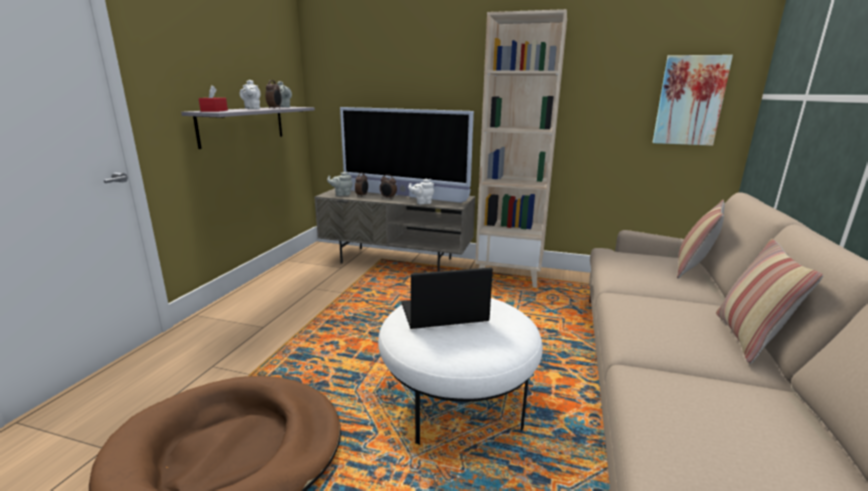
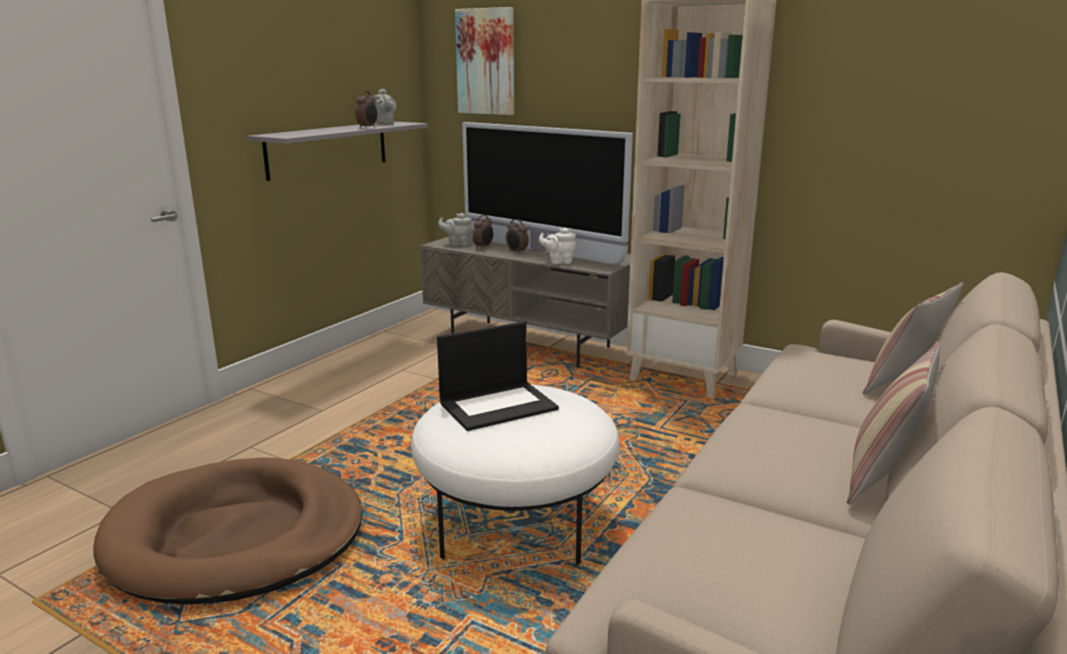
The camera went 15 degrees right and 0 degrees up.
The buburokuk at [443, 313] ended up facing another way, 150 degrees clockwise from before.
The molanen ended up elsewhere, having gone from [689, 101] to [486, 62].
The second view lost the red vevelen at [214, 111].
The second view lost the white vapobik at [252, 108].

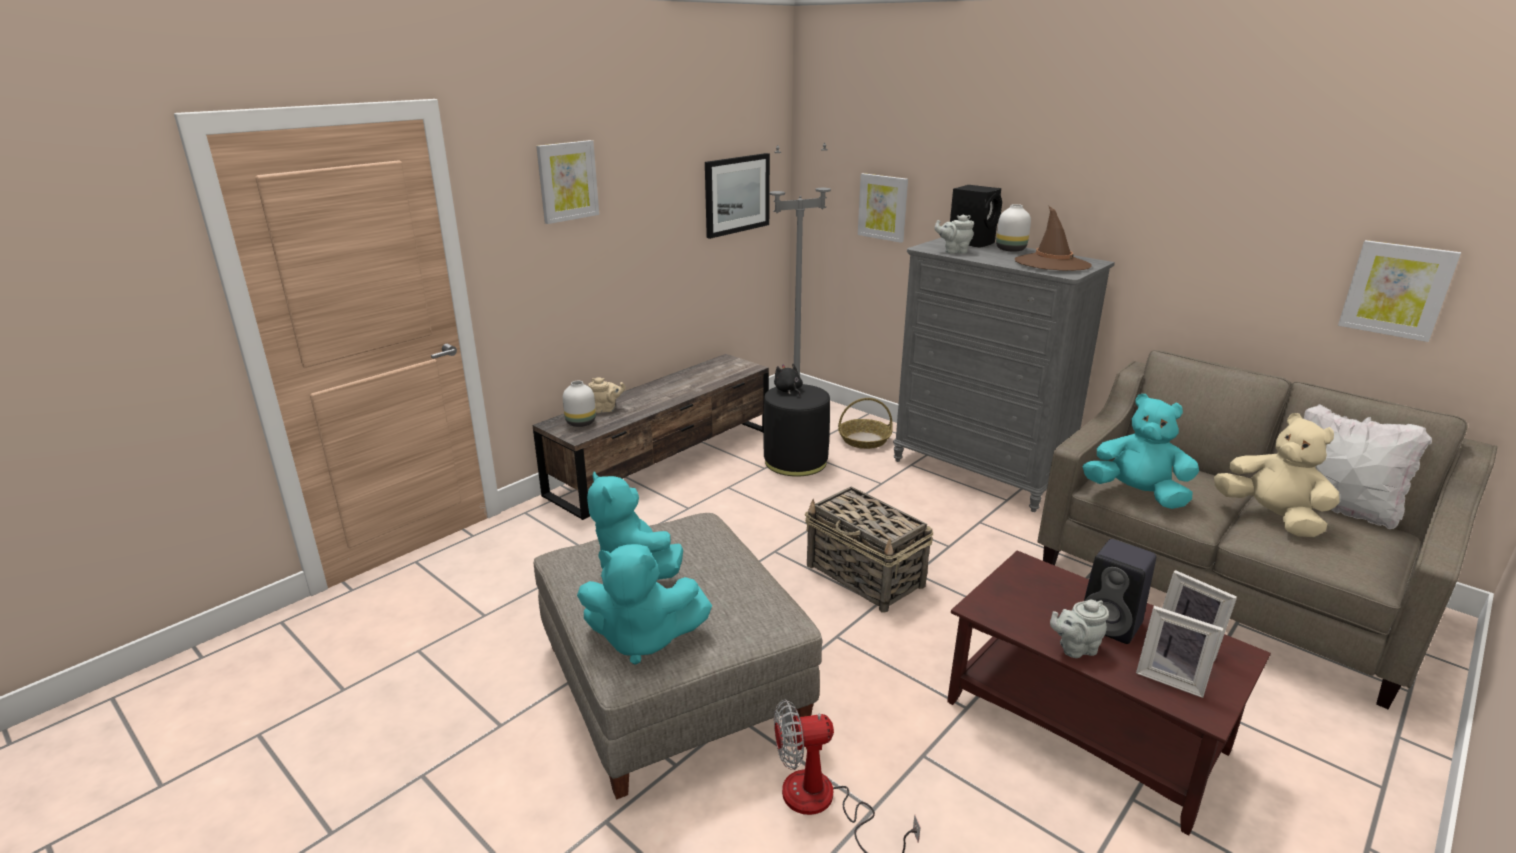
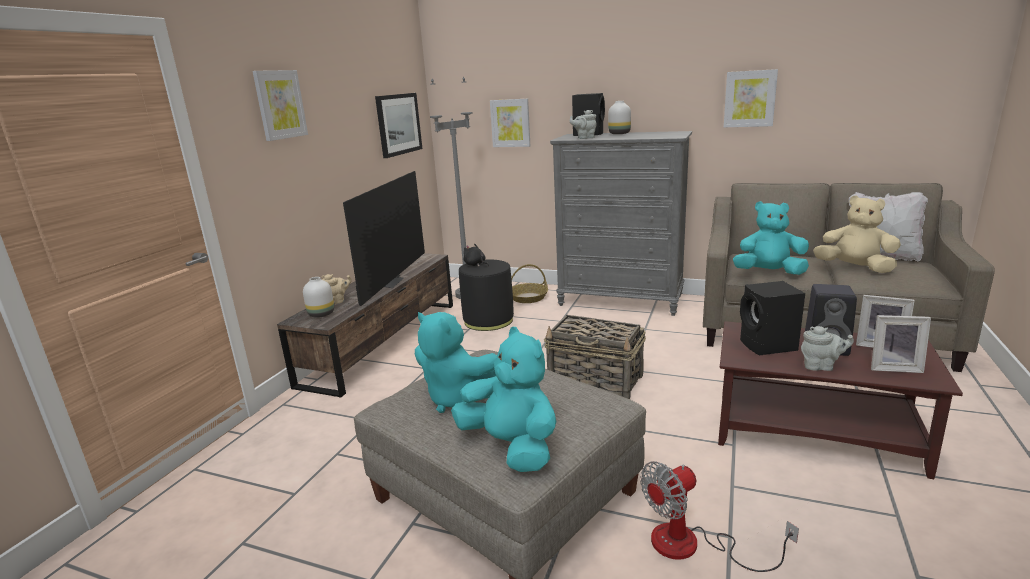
The camera went 20 degrees left and 5 degrees down.
The second view gained the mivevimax at [389, 282].
The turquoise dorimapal at [642, 639] ended up facing another way, 120 degrees counterclockwise from before.
The molanen ended up elsewhere, having gone from [1397, 290] to [749, 99].
The second view gained the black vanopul at [768, 346].
The grey vapobik at [1075, 648] ended up facing another way, 135 degrees counterclockwise from before.
The second view lost the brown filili at [1052, 264].

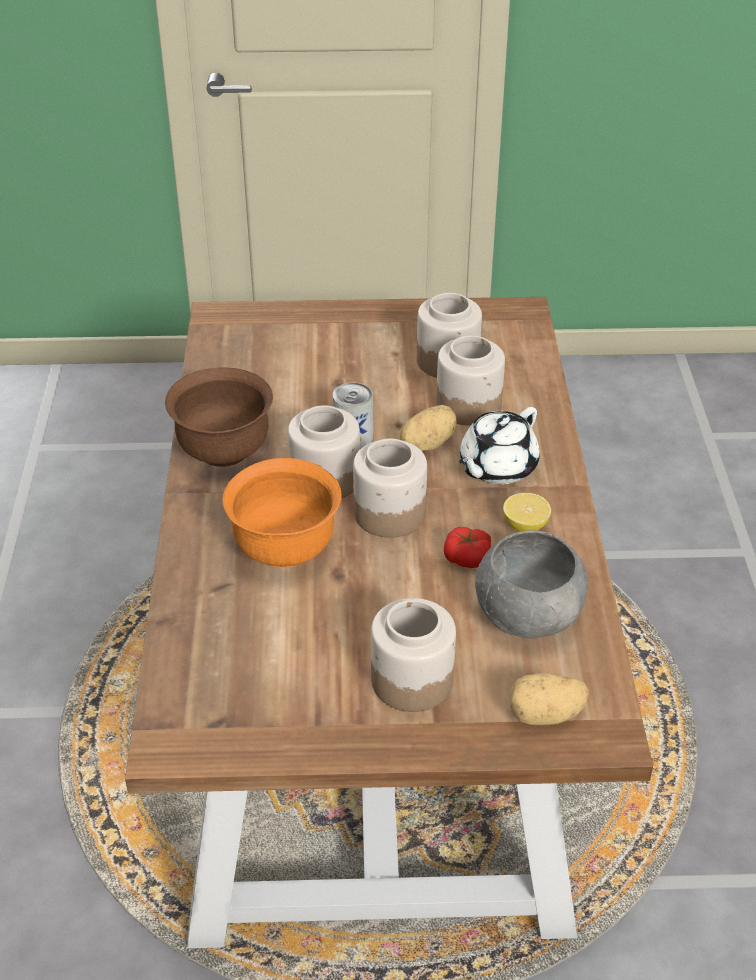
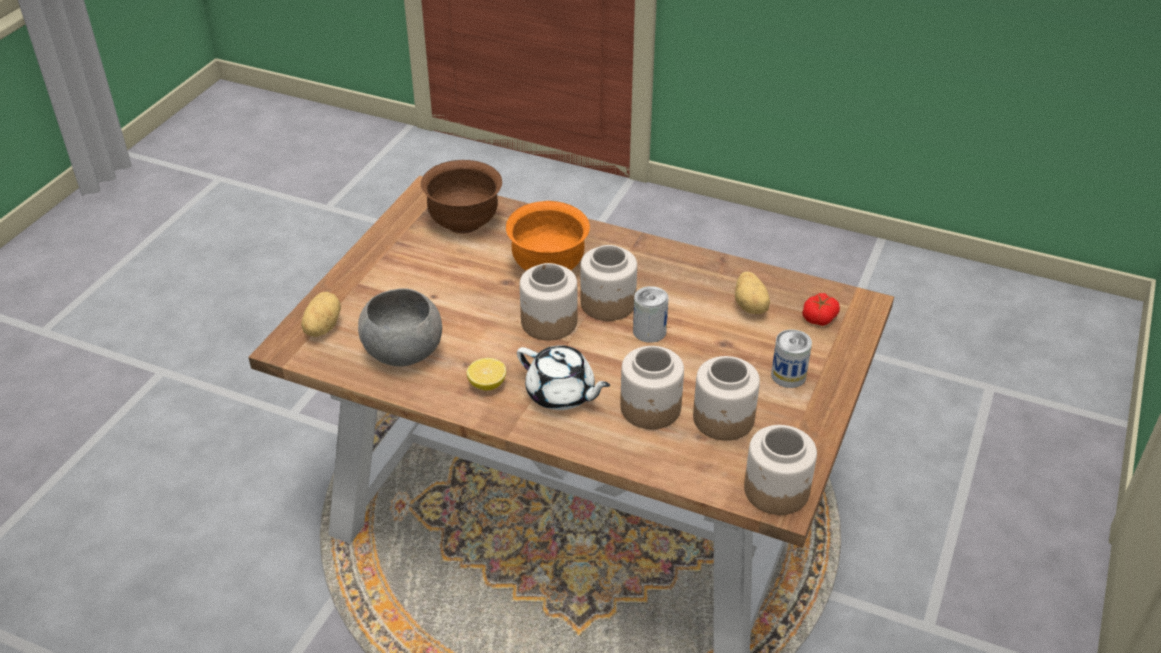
The camera went 115 degrees right and 0 degrees up.
The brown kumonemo ended up elsewhere, having gone from [224, 450] to [464, 223].
The white vapobik at [496, 467] ended up facing another way, 150 degrees clockwise from before.
The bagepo ended up elsewhere, having gone from [426, 443] to [751, 306].
The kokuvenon ended up elsewhere, having gone from [411, 679] to [777, 490].
The second view gained the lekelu at [788, 375].
The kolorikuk ended up elsewhere, having gone from [467, 558] to [819, 317].

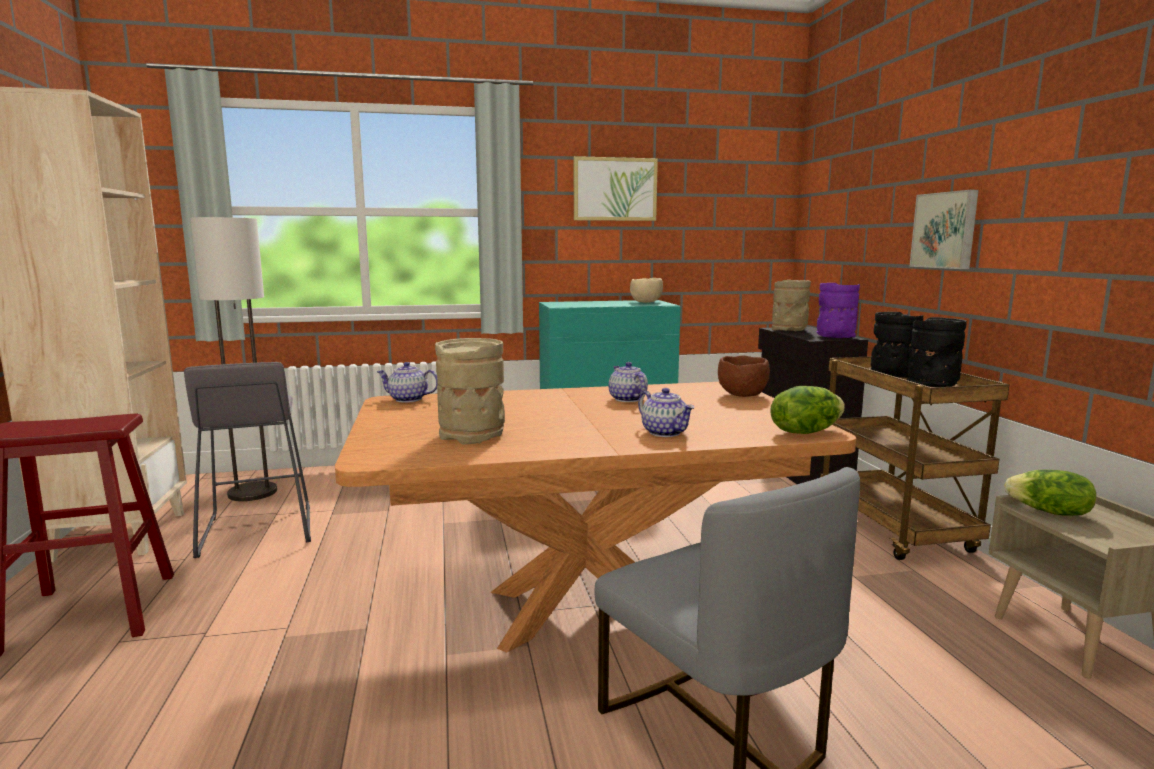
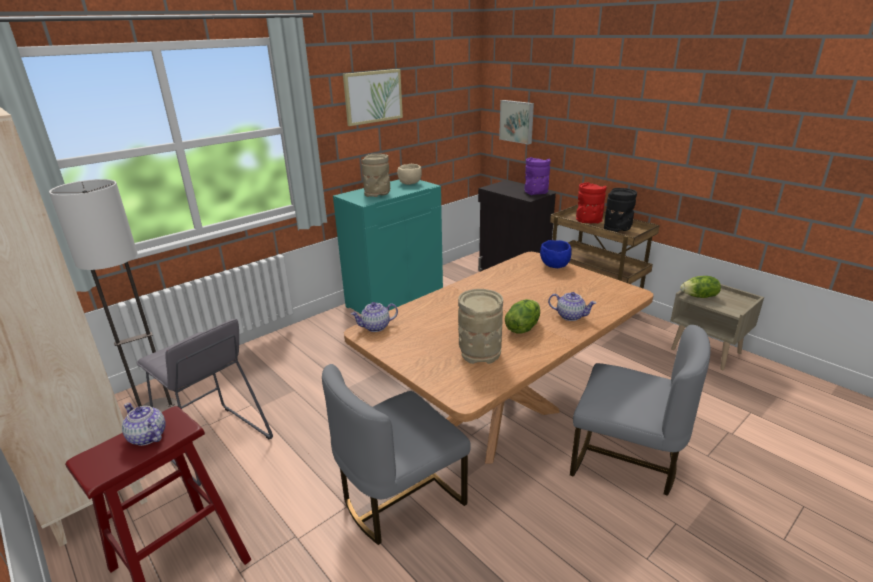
The camera went 30 degrees left and 15 degrees up.
The vapobik ended up elsewhere, having gone from [627, 399] to [147, 437].
The second view gained the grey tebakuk at [400, 497].
The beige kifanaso ended up elsewhere, having gone from [789, 330] to [377, 194].
The molanen ended up elsewhere, having gone from [945, 230] to [517, 121].
The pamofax ended up elsewhere, having gone from [805, 431] to [522, 327].
What was the brown kumonemo at [741, 394] turned into the blue kumonemo at [554, 265].
What was the black kifanaso at [892, 375] turned into the red kifanaso at [588, 221].

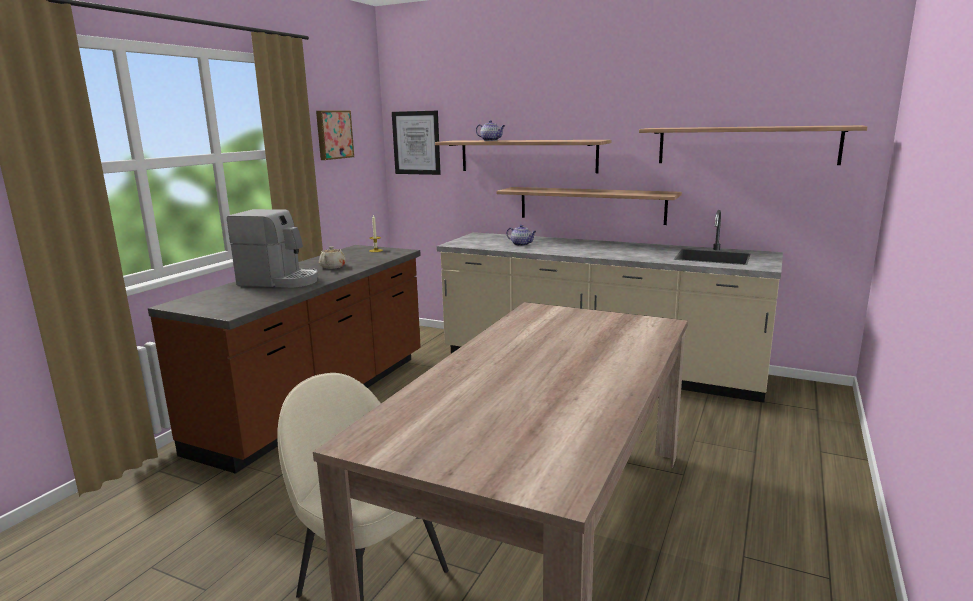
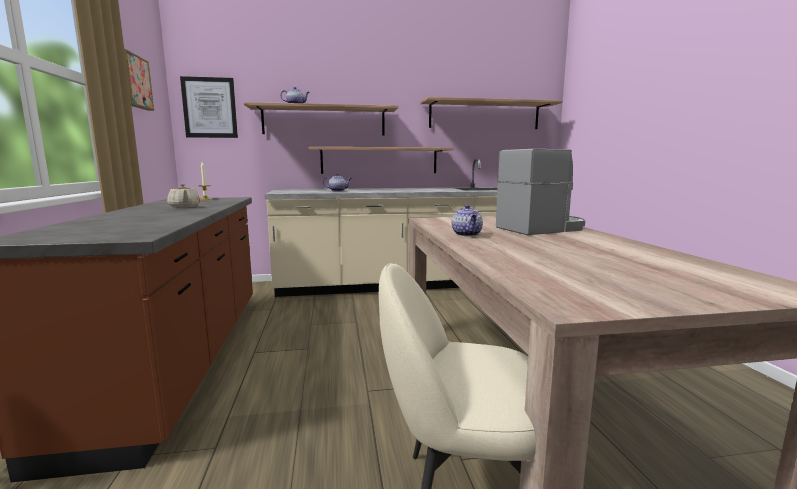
The camera went 35 degrees left and 5 degrees down.
The second view gained the vapobik at [467, 234].
The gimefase ended up elsewhere, having gone from [280, 281] to [541, 228].

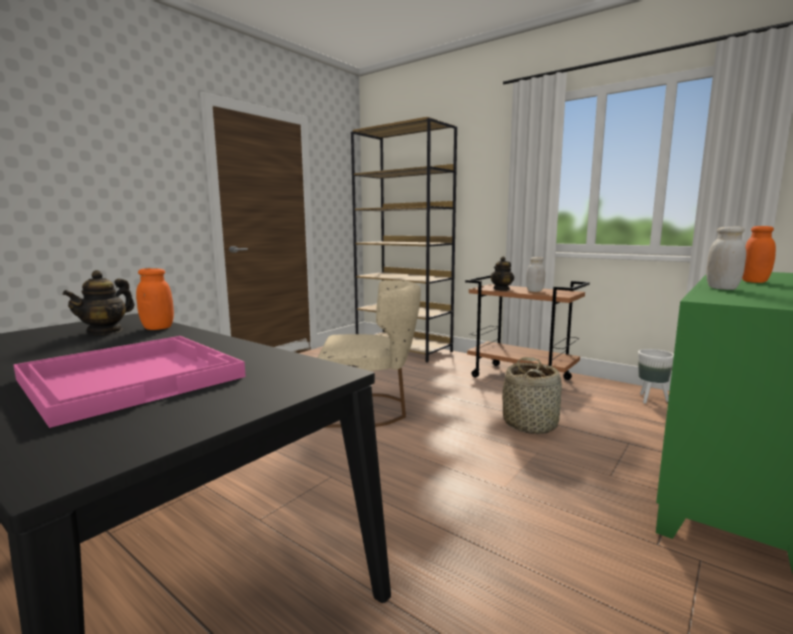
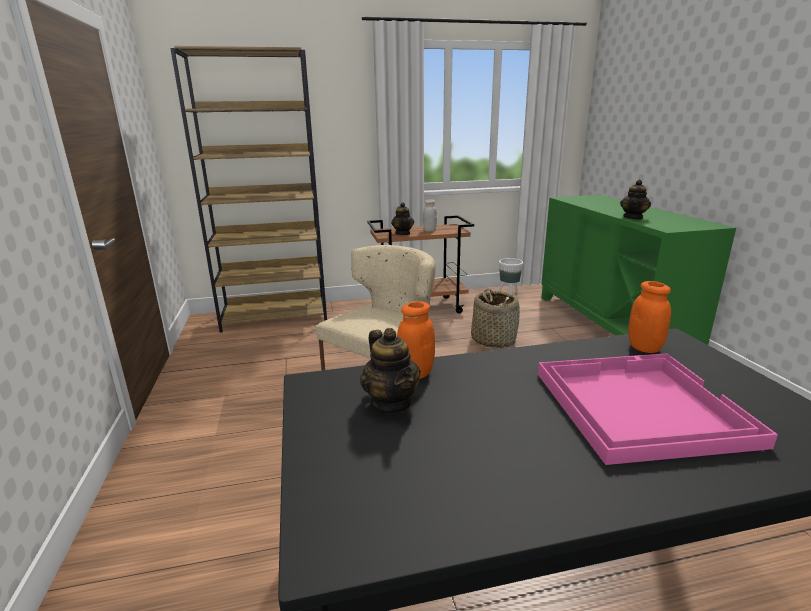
The camera went 50 degrees left and 10 degrees up.
Where the white kokuvenon stood at [722, 288], the vapobik came to stand at [633, 217].
The orange kokuvenon ended up elsewhere, having gone from [754, 282] to [644, 348].

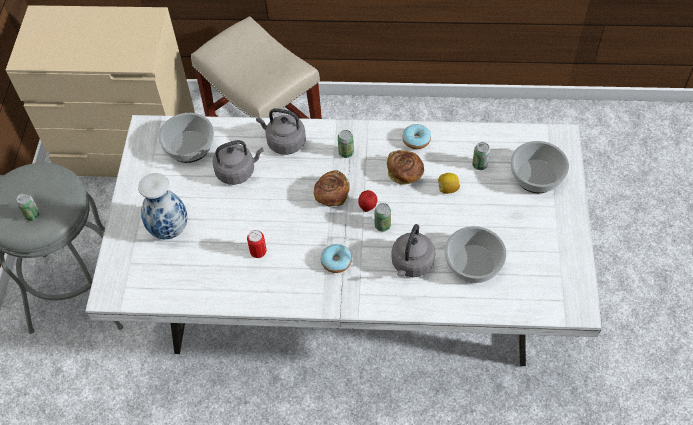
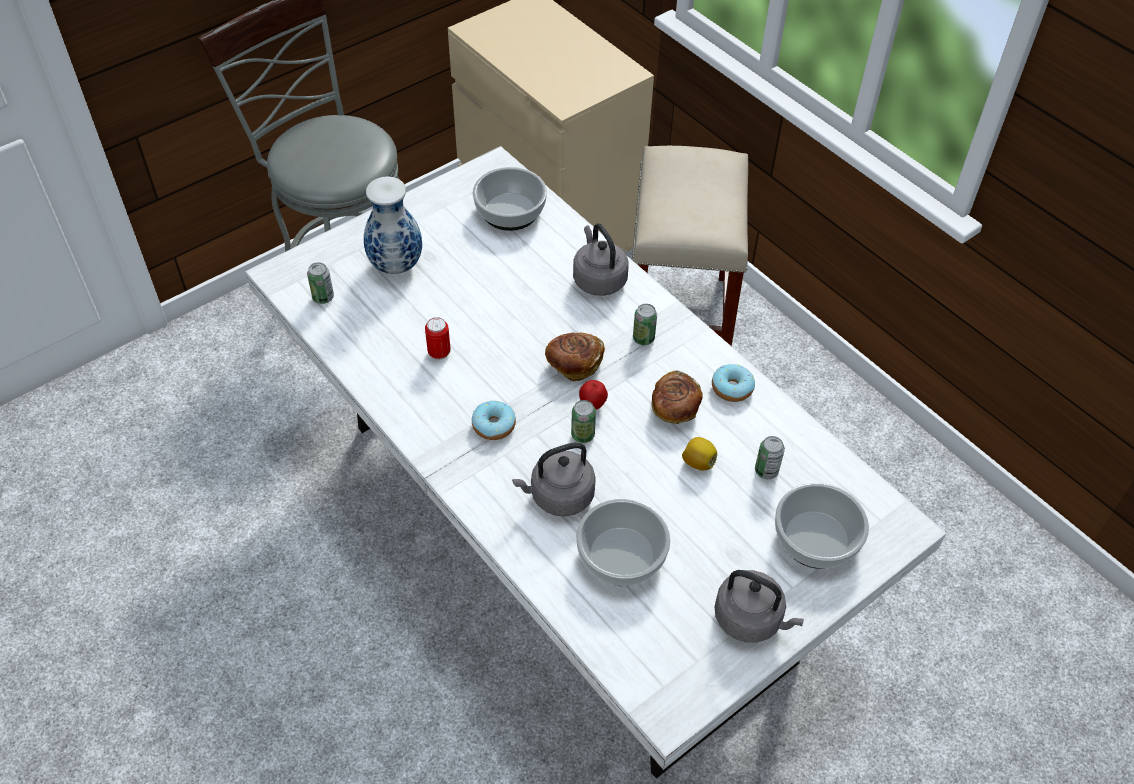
The camera went 45 degrees right and 5 degrees down.
The lekelu ended up elsewhere, having gone from [33, 215] to [323, 297].
The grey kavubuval ended up elsewhere, having gone from [237, 171] to [751, 619].

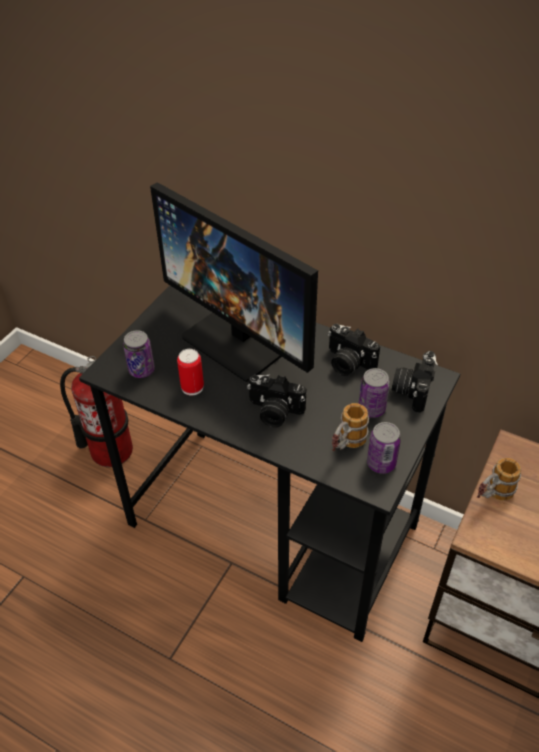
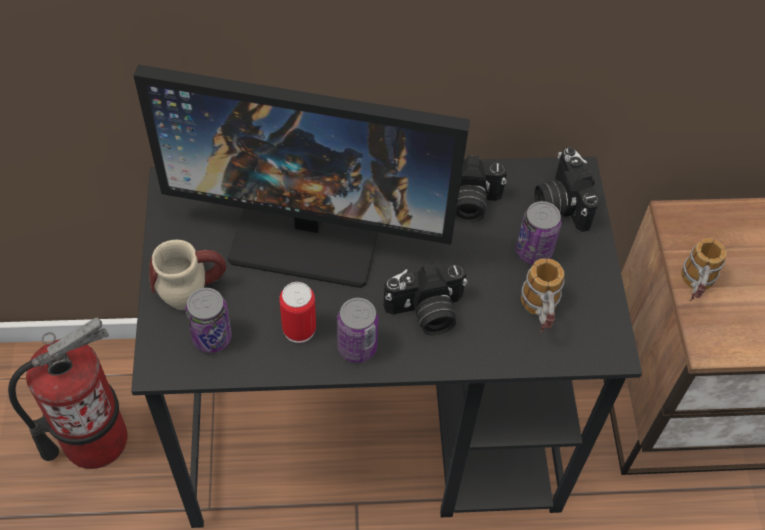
The camera went 35 degrees left and 10 degrees up.
The second view gained the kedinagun at [190, 279].
The lekelu ended up elsewhere, having gone from [381, 463] to [357, 347].

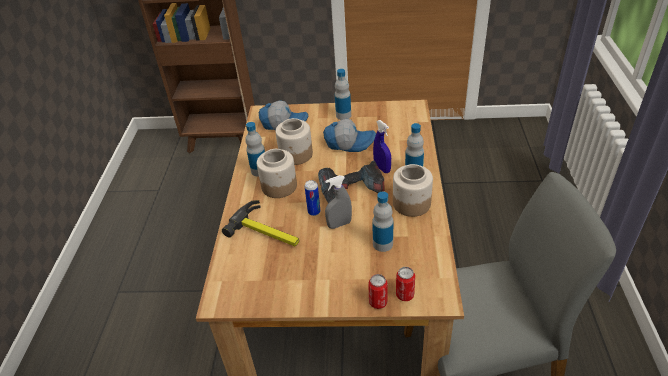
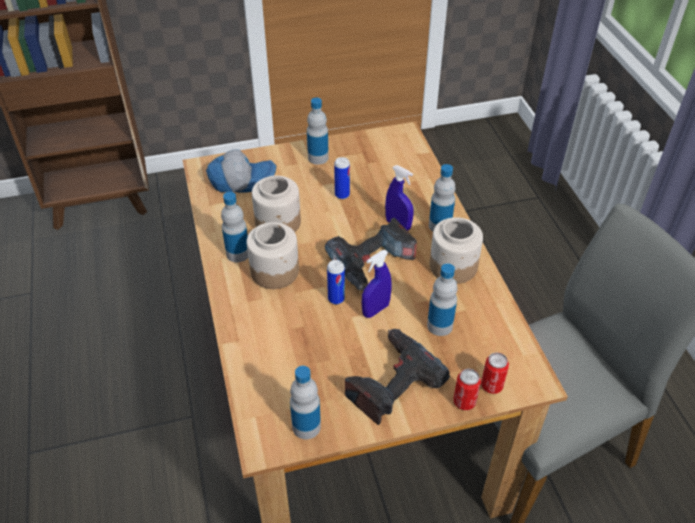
The camera went 20 degrees left and 5 degrees up.
The second view gained the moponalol at [306, 426].
Where the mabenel stood at [349, 142], the lekelu came to stand at [342, 195].
The second view gained the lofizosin at [391, 382].
What was the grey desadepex at [339, 224] turned into the blue desadepex at [375, 310].
The second view lost the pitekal at [267, 231].

